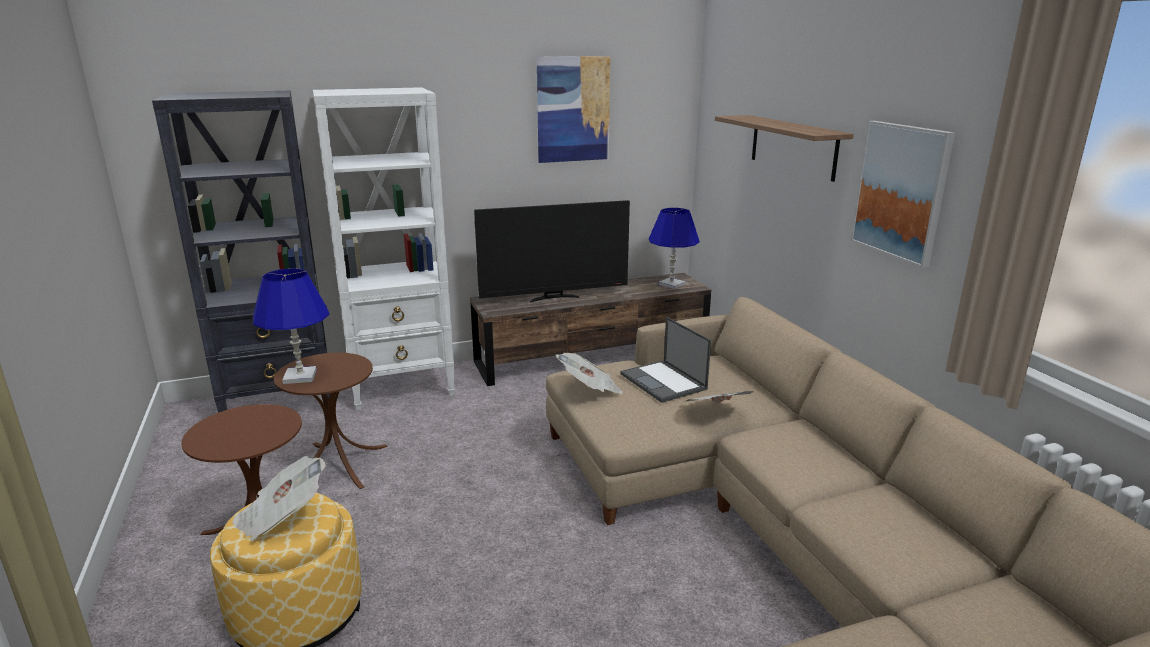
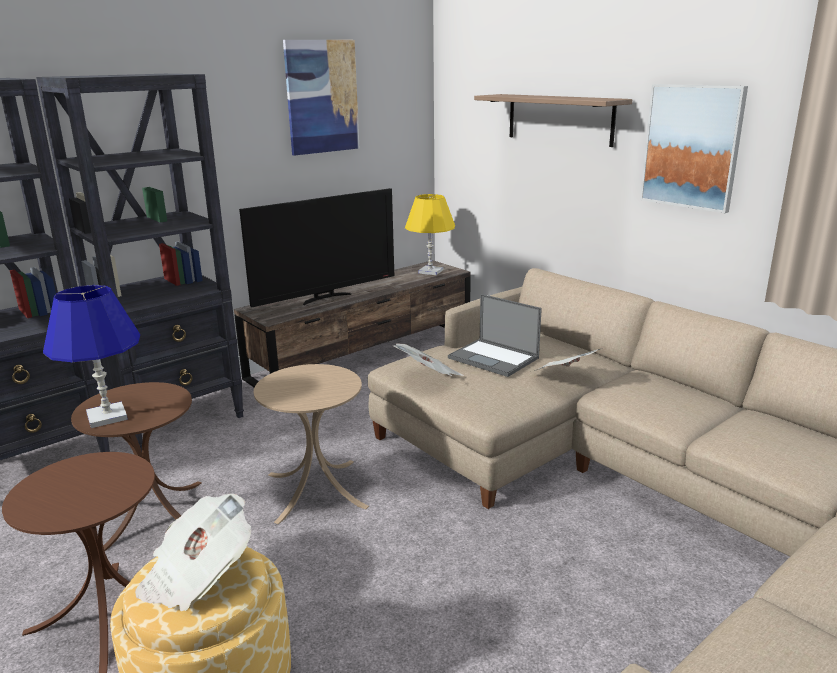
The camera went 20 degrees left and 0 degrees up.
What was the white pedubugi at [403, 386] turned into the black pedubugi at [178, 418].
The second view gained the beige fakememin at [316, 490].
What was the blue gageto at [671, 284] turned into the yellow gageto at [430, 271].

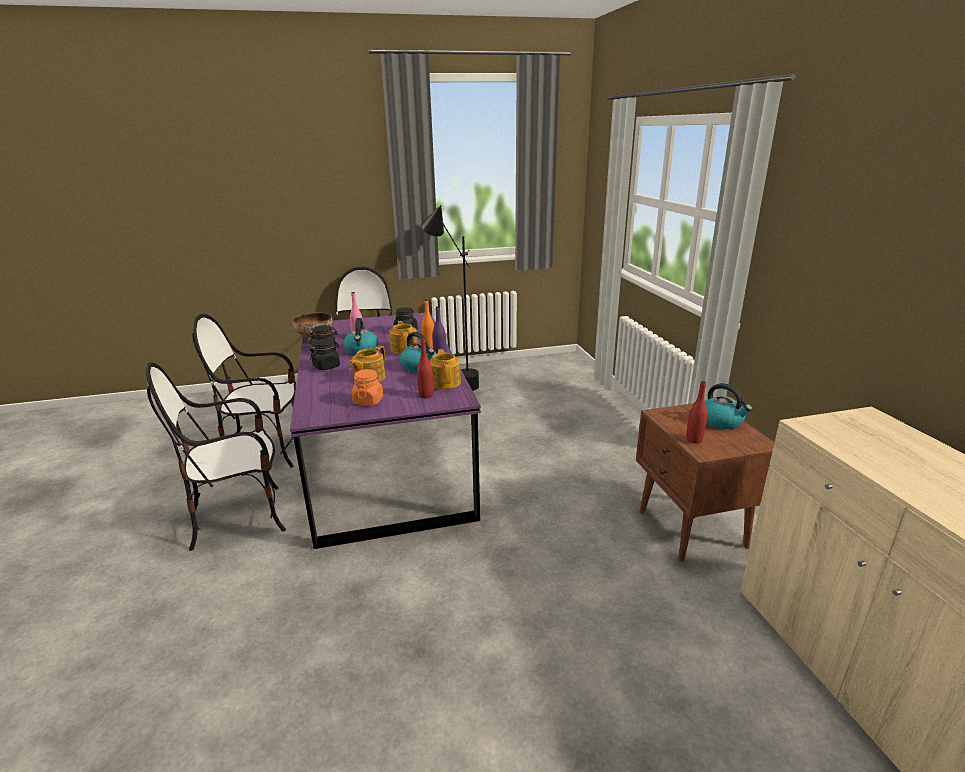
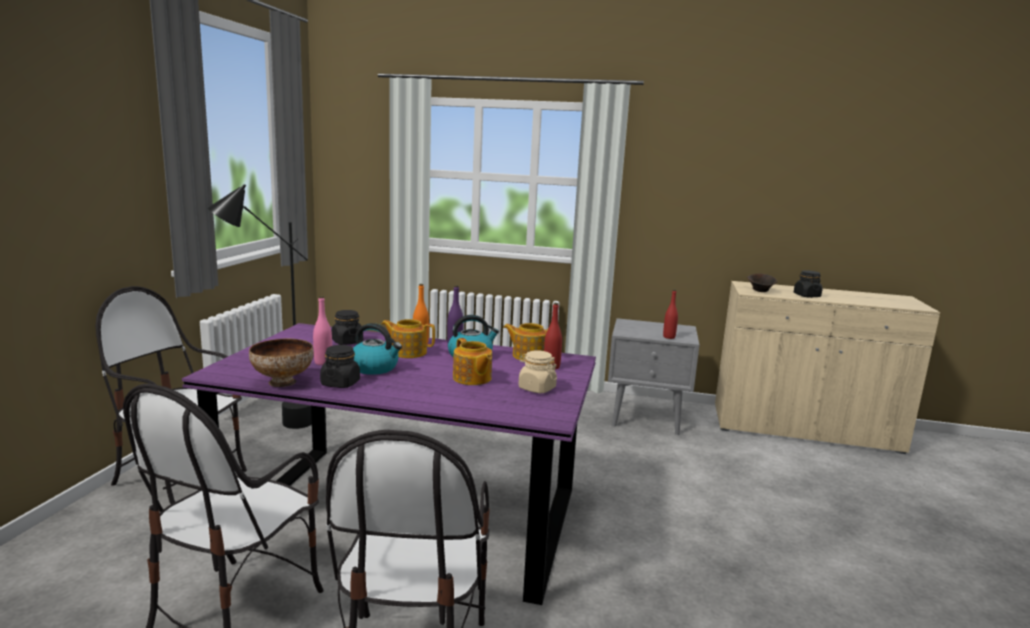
The camera went 65 degrees left and 10 degrees down.
What was the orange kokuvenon at [368, 401] turned into the beige kokuvenon at [536, 388].
What was the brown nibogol at [692, 529] turned into the grey nibogol at [647, 418].
The second view gained the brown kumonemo at [760, 291].
The black kokuvenon ended up elsewhere, having gone from [326, 366] to [806, 296].
The second view lost the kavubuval at [721, 421].

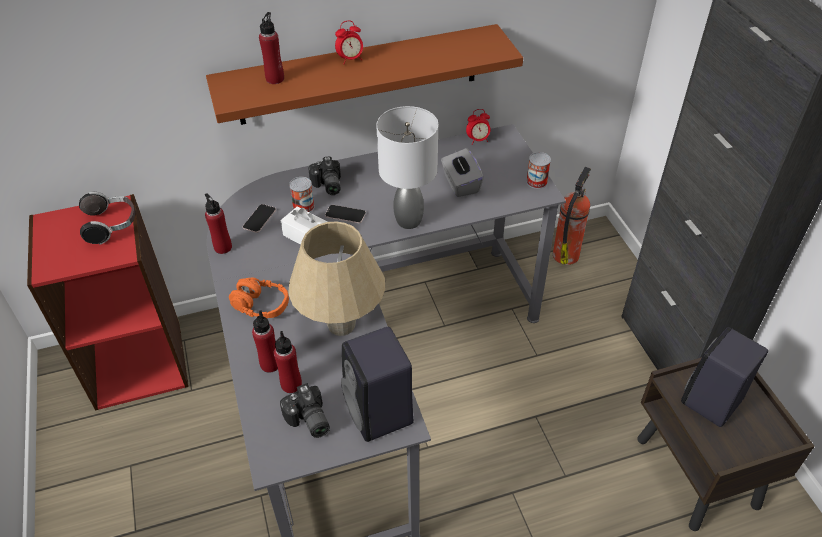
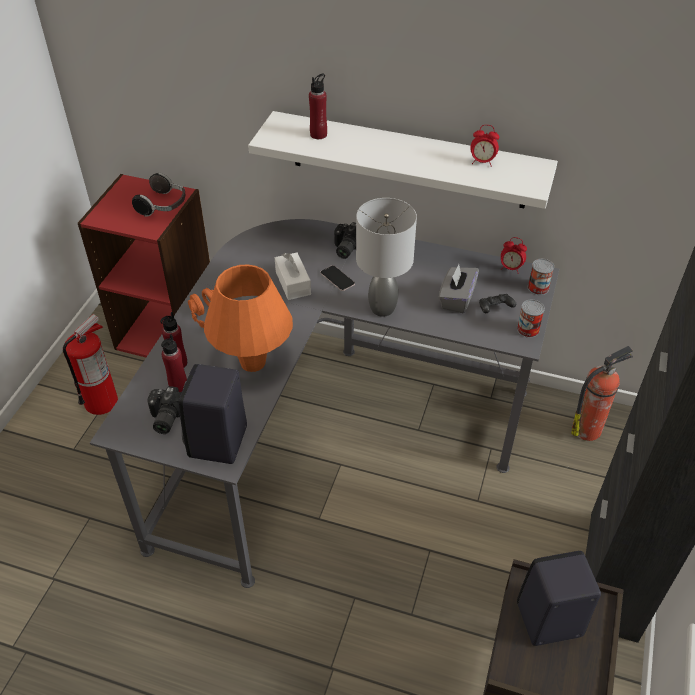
The camera went 35 degrees right and 0 degrees up.
The second view gained the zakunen at [101, 401].
What was the beige gageto at [341, 325] turned into the orange gageto at [252, 362].
What was the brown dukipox at [359, 75] turned into the white dukipox at [408, 160].
The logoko ended up elsewhere, having gone from [350, 59] to [482, 162].
The second view gained the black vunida at [495, 309].
The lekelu ended up elsewhere, having gone from [303, 206] to [538, 288].
The second view lost the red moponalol at [223, 247].
The second view lost the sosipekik at [259, 219].

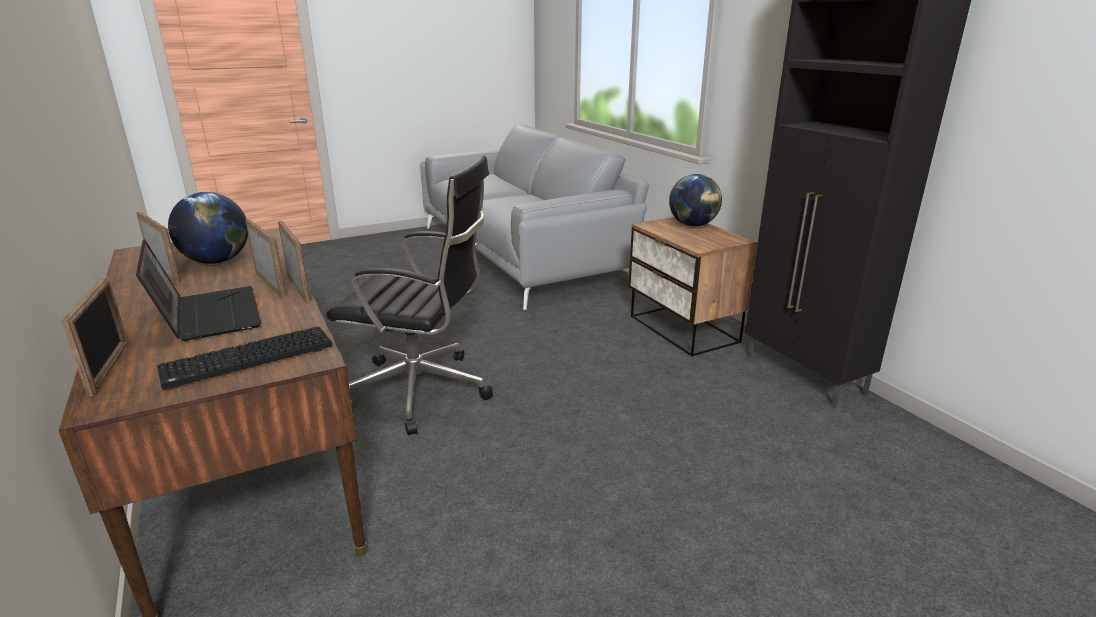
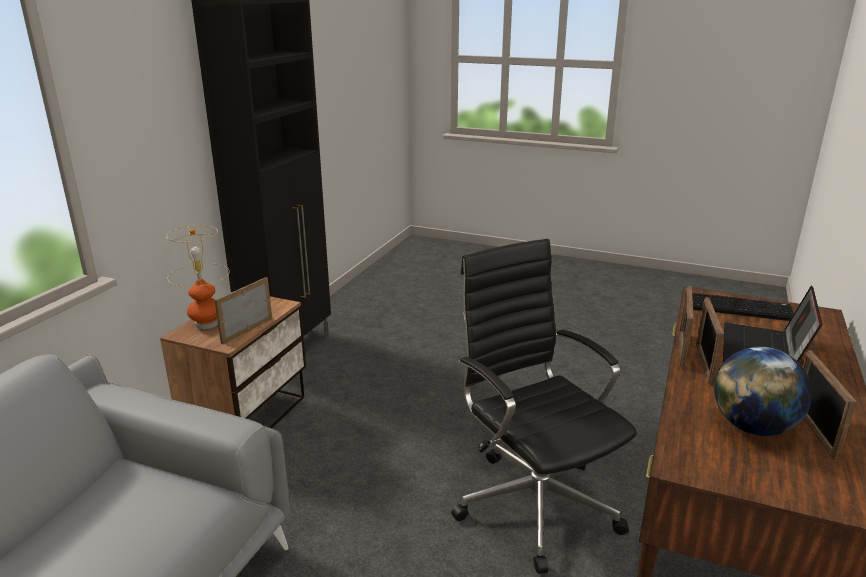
The camera went 130 degrees left and 0 degrees up.
Where the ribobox stood at [692, 225], the gageto came to stand at [206, 323].
The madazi ended up elsewhere, having gone from [110, 368] to [247, 330].

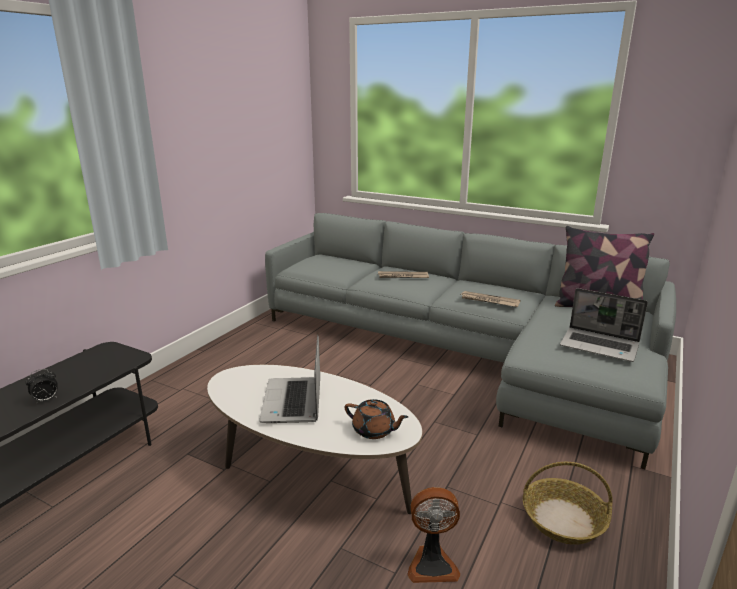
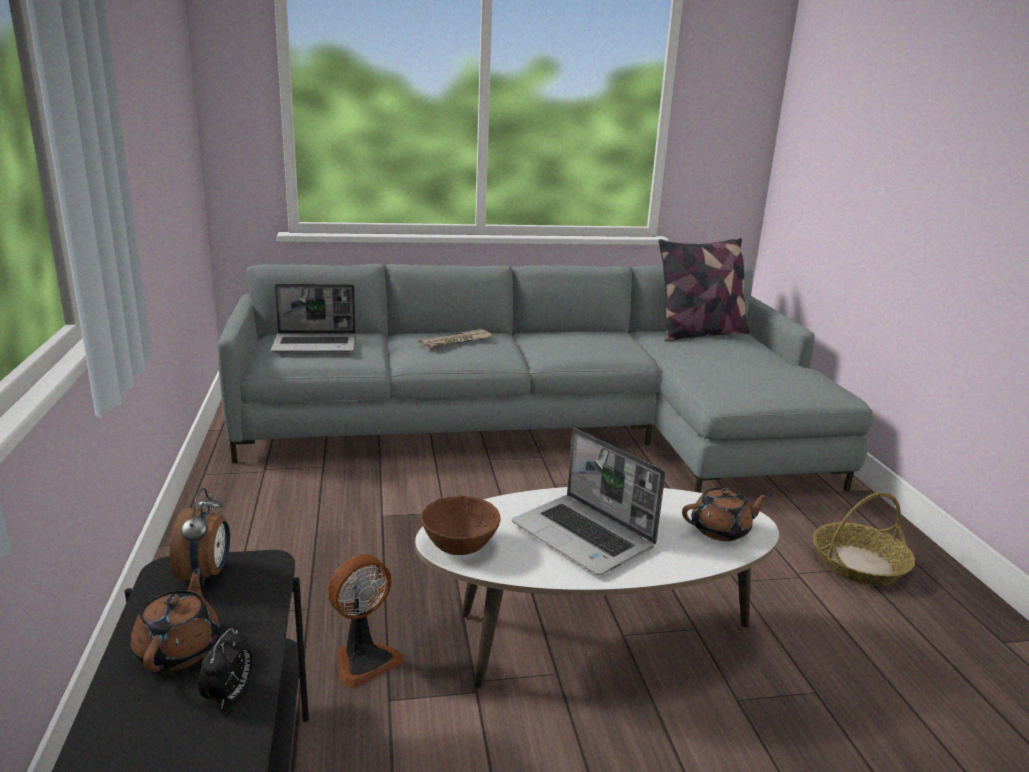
The camera went 40 degrees left and 0 degrees up.
The second view gained the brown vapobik at [179, 649].
The second view gained the logoko at [206, 574].
The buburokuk ended up elsewhere, having gone from [600, 346] to [316, 344].
The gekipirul ended up elsewhere, having gone from [432, 564] to [364, 660].
The second view gained the brown kumonemo at [460, 546].
The second view lost the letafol at [489, 301].

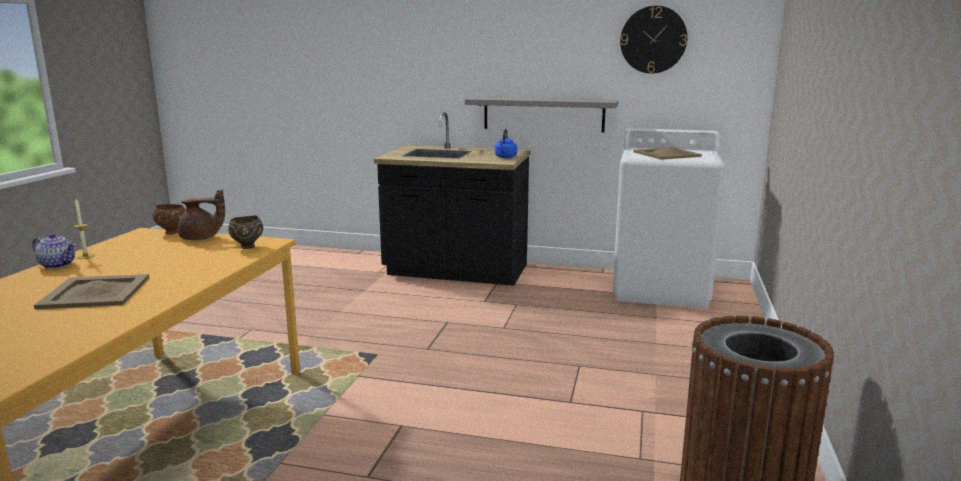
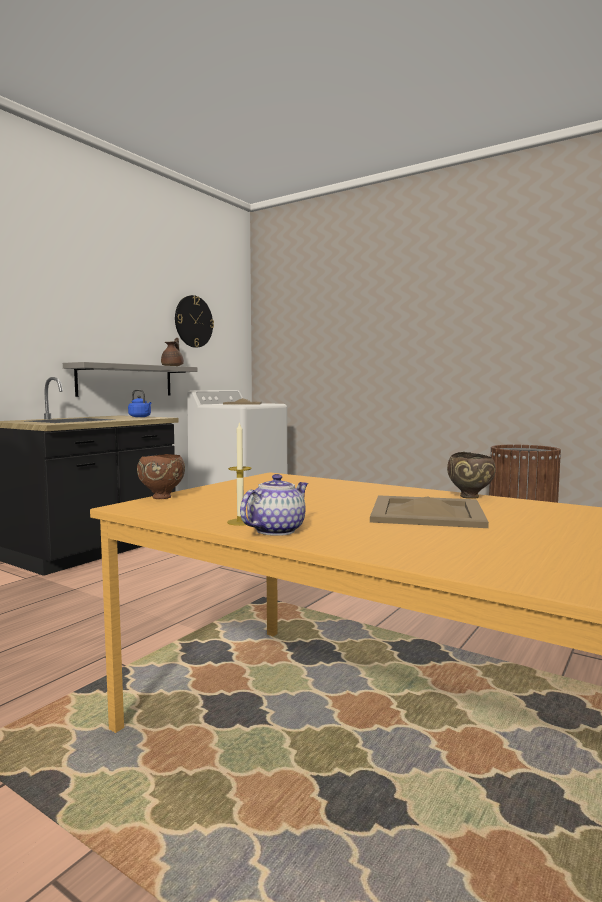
The camera went 70 degrees left and 10 degrees down.
The brown vapobik ended up elsewhere, having gone from [201, 238] to [173, 366].
The brown kumonemo ended up elsewhere, having gone from [247, 247] to [470, 497].

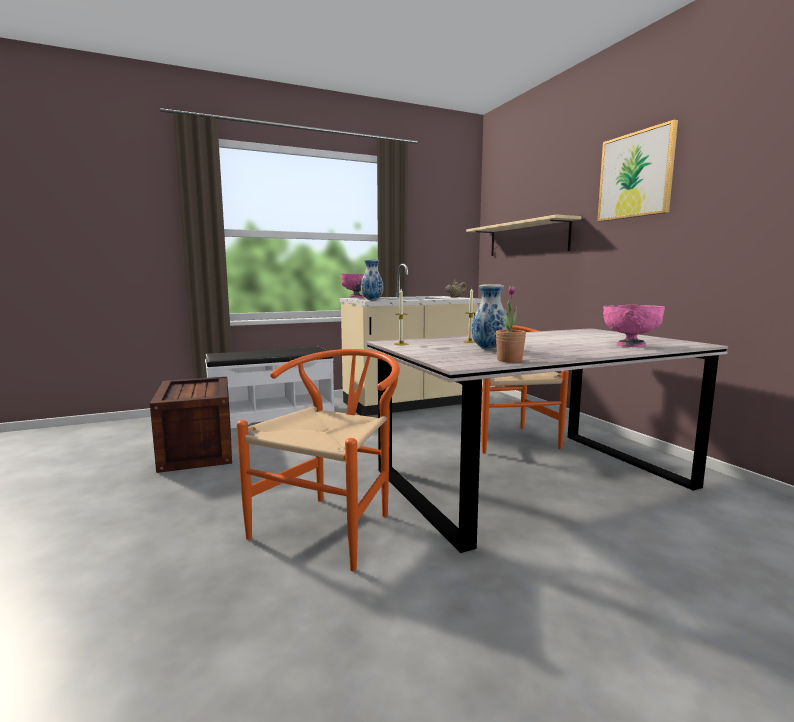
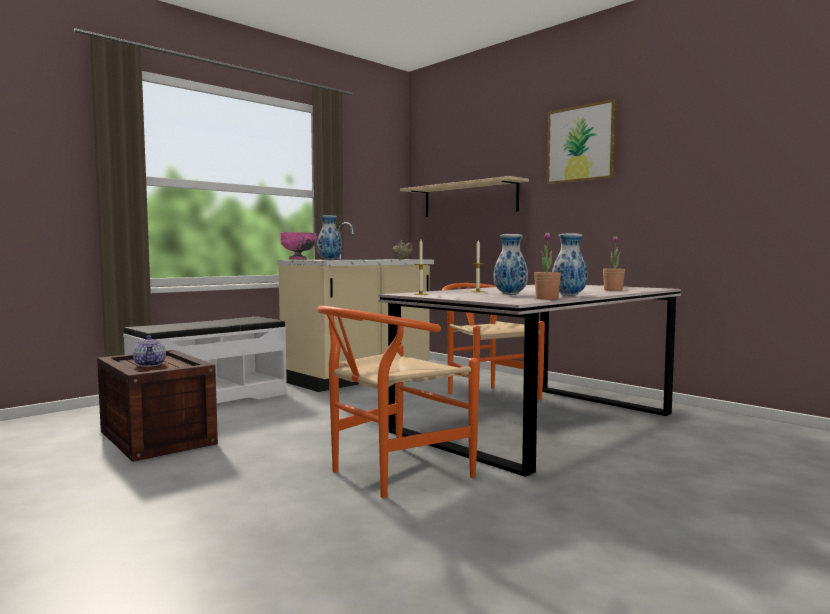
The camera went 20 degrees left and 5 degrees down.
The second view gained the vapobik at [150, 364].
The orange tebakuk at [333, 523] ended up facing another way, 135 degrees counterclockwise from before.
The second view gained the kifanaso at [568, 296].
Where the pink kumonemo stood at [630, 345], the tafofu came to stand at [613, 290].

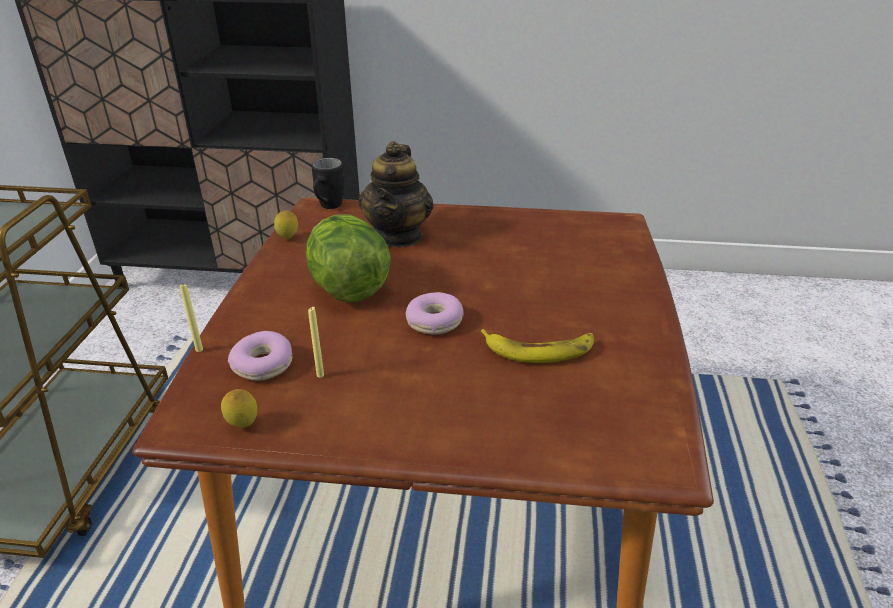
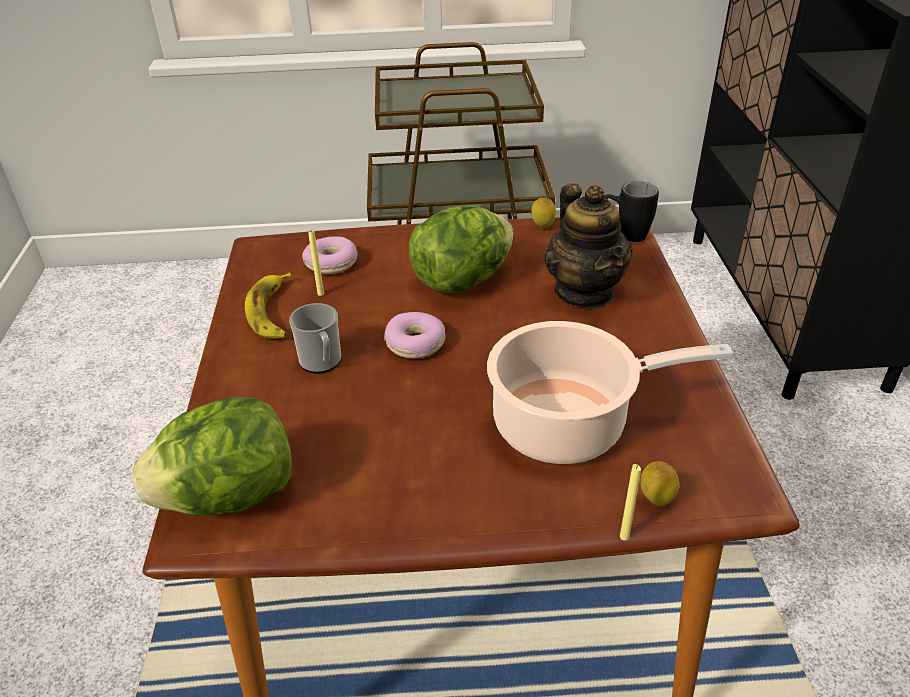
The camera went 80 degrees right and 5 degrees up.
The second view gained the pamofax at [230, 495].
The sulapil ended up elsewhere, having gone from [539, 349] to [273, 312].
The second view gained the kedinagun at [322, 363].
The second view gained the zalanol at [568, 424].
The vapobik at [398, 235] ended up facing another way, 105 degrees counterclockwise from before.
The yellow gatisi ended up elsewhere, having gone from [199, 349] to [624, 536].
The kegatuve ended up elsewhere, having gone from [243, 426] to [655, 501].

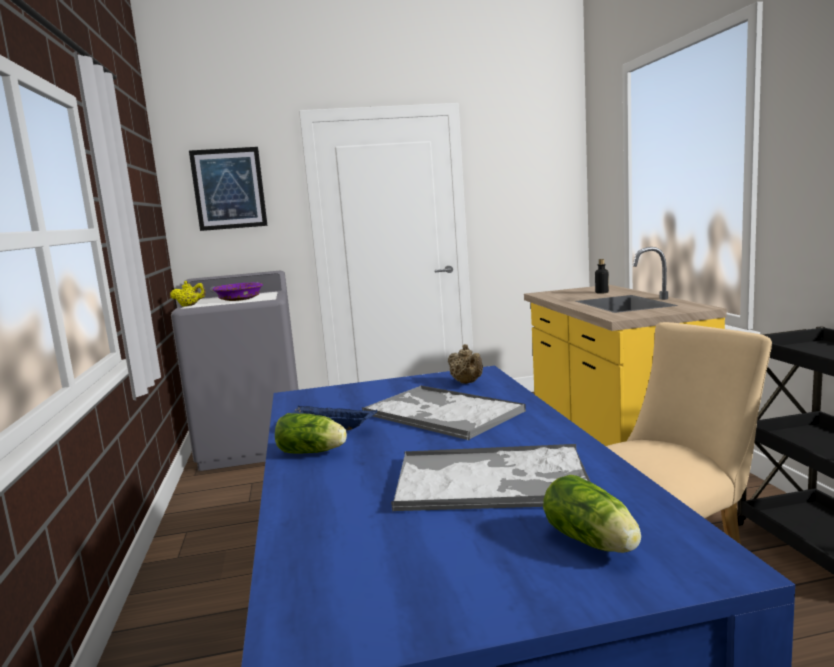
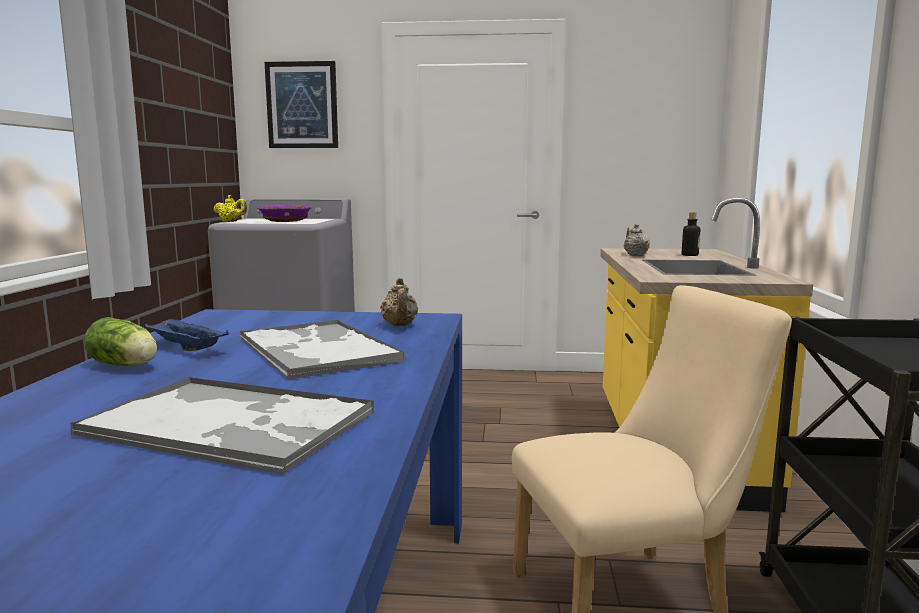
The camera went 15 degrees right and 0 degrees up.
The second view gained the beige vapobik at [635, 255].
The second view lost the pamofax at [593, 543].

